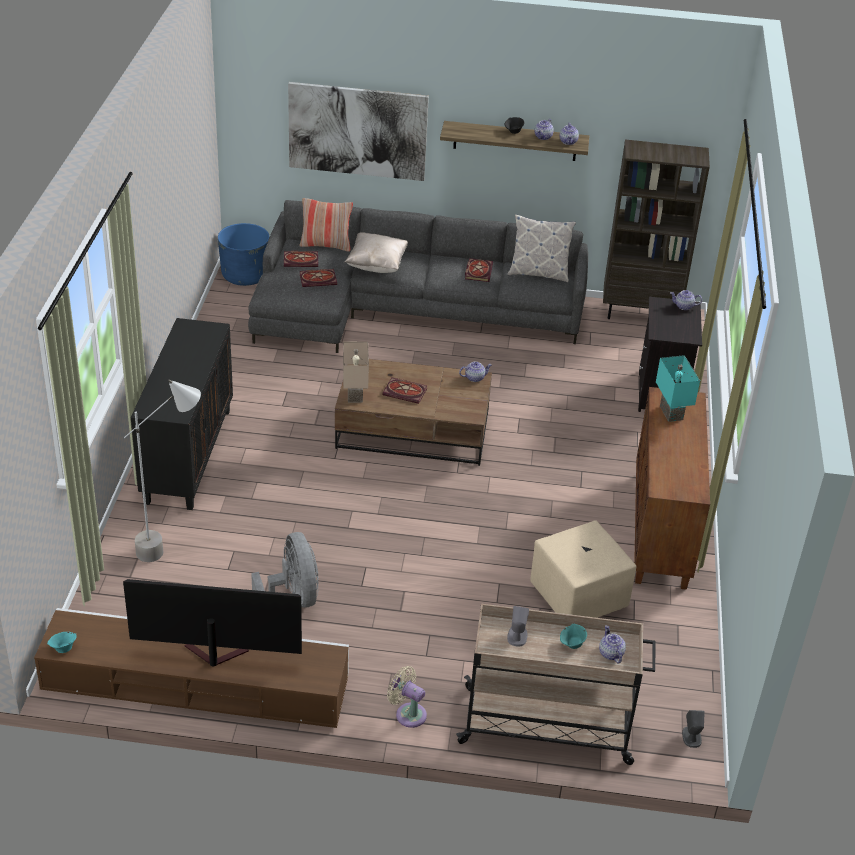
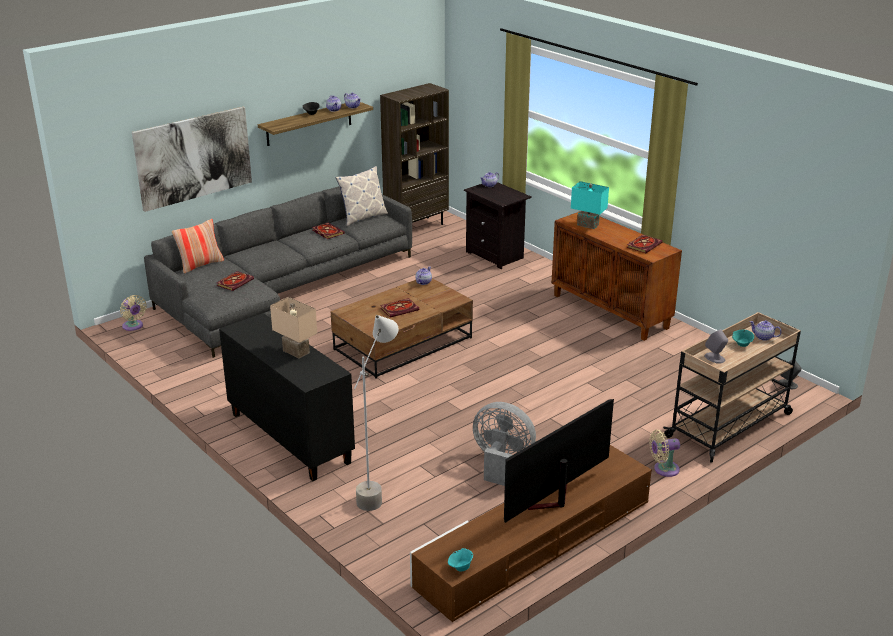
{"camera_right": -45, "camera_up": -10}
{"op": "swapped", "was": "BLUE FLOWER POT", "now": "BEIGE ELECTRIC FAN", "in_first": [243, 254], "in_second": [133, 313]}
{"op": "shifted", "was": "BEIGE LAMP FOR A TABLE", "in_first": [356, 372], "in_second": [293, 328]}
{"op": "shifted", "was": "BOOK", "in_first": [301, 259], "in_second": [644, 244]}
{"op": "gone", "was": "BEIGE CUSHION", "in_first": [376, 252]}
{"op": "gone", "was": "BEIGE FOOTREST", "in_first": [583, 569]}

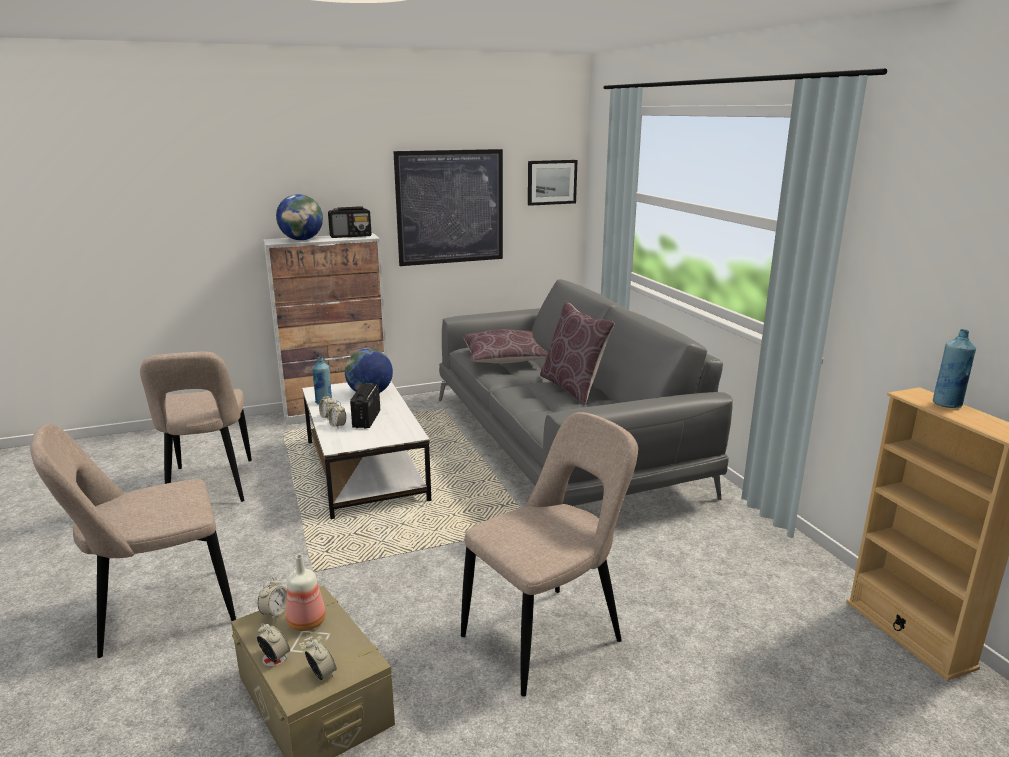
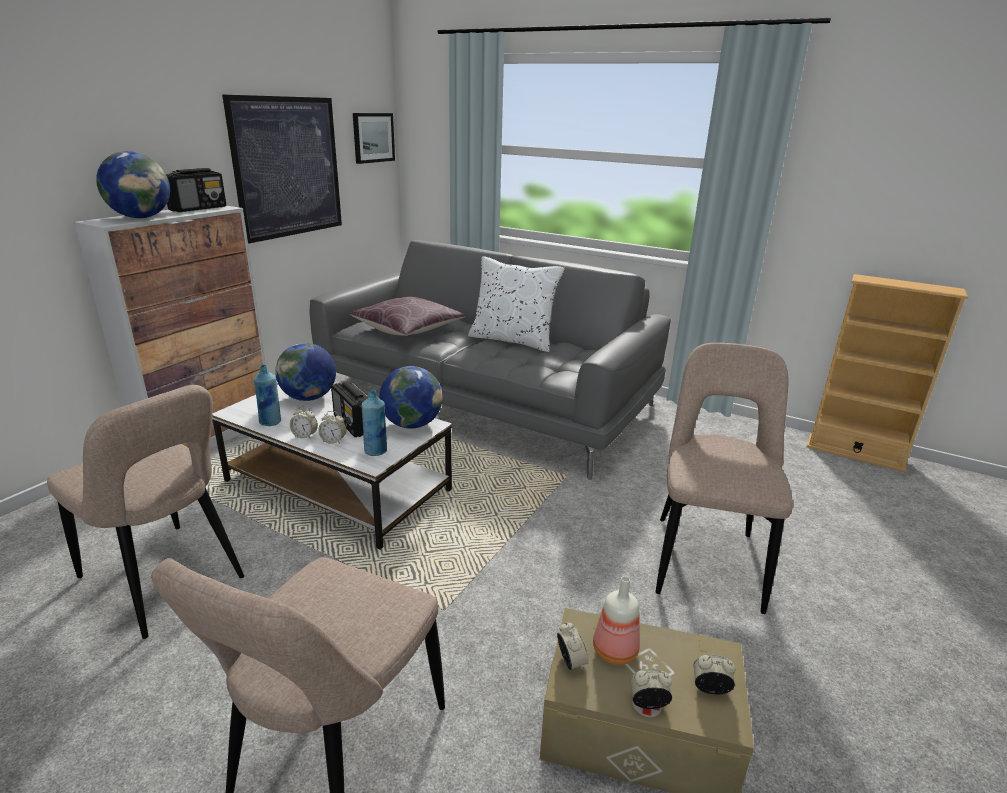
{"camera_right": -40, "camera_up": 5}
{"op": "shifted", "was": "BLUE DRINK BOTTLE", "in_first": [954, 368], "in_second": [374, 423]}
{"op": "new", "now": "DESK GLOBE", "in_second": [411, 397]}
{"op": "repainted", "was": "BROWN-COLOURED CUSHION", "now": "WHITE CUSHION", "in_first": [577, 353], "in_second": [516, 304]}

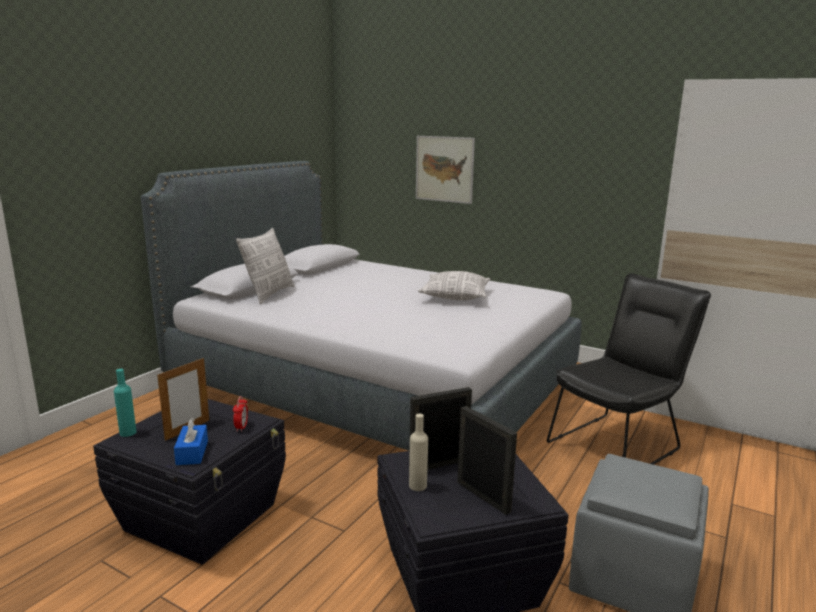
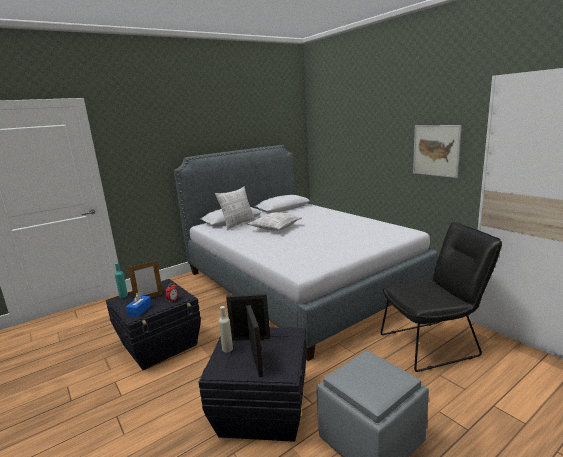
{"camera_right": 25, "camera_up": 0}
{"op": "shifted", "was": "CUSHION", "in_first": [454, 285], "in_second": [274, 221]}
{"op": "shifted", "was": "WALL PICTURE", "in_first": [445, 170], "in_second": [437, 151]}

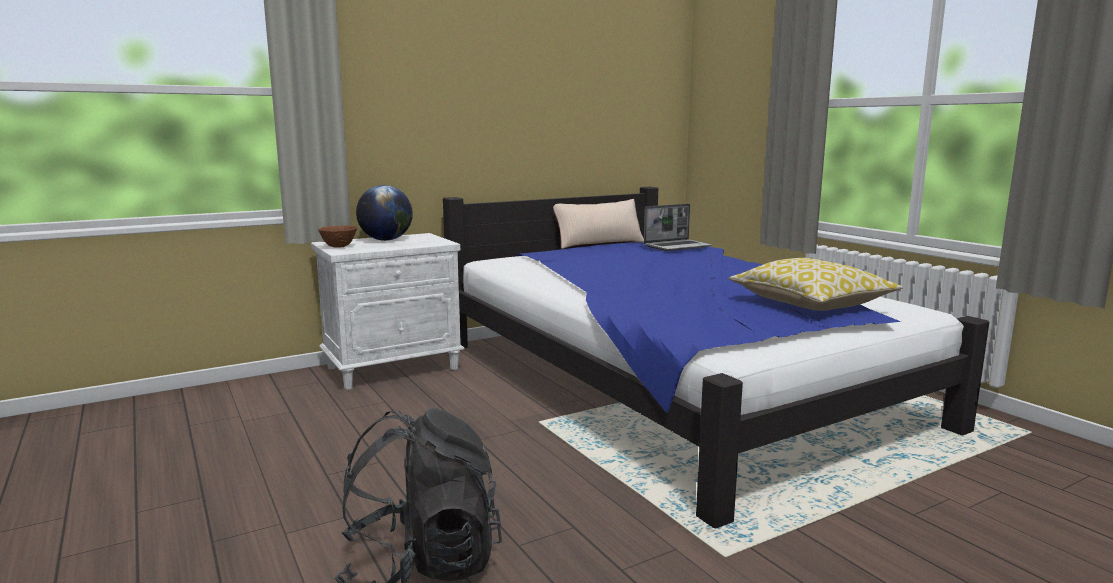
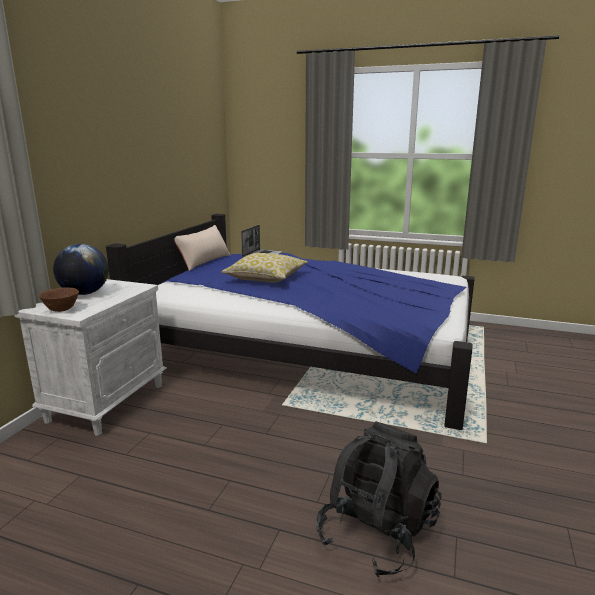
{"camera_right": -40, "camera_up": 5}
{"op": "shifted", "was": "CUSHION", "in_first": [816, 284], "in_second": [264, 267]}

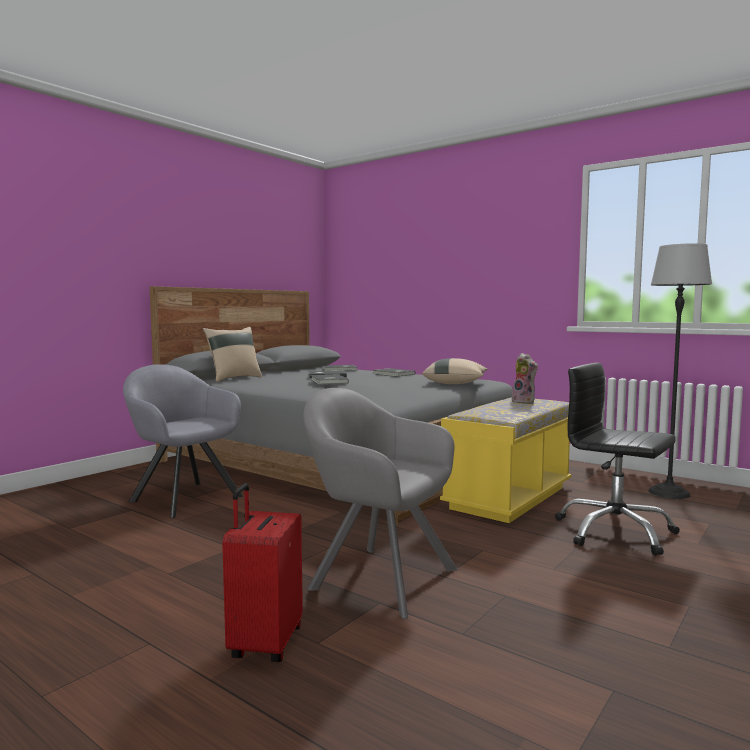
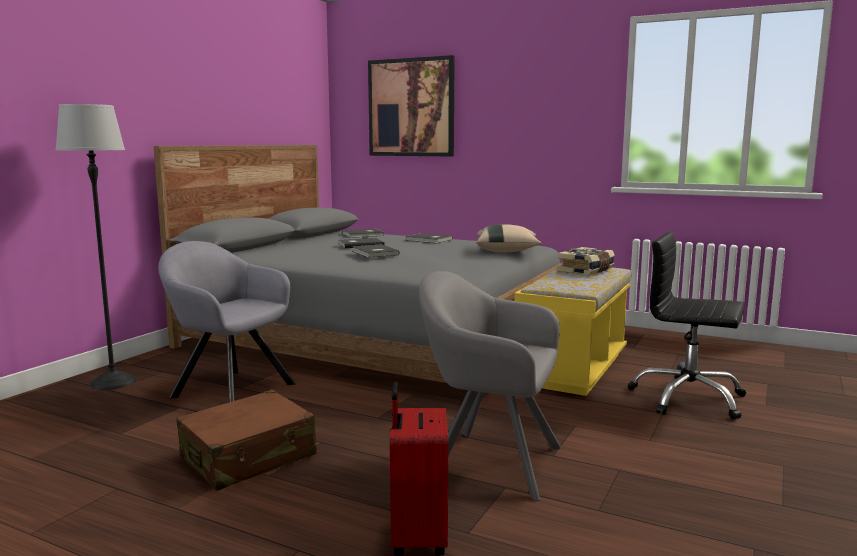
{"camera_right": -10, "camera_up": 5}
{"op": "shifted", "was": "STANDING LAMP", "in_first": [680, 371], "in_second": [96, 247]}
{"op": "new", "now": "BROWN-COLOURED TRAVEL CASE", "in_second": [247, 440]}
{"op": "new", "now": "WALL PICTURE", "in_second": [411, 105]}
{"op": "swapped", "was": "SOFT TOY", "now": "BOOK", "in_first": [525, 378], "in_second": [586, 261]}
{"op": "gone", "was": "BEIGE CUSHION", "in_first": [232, 354]}

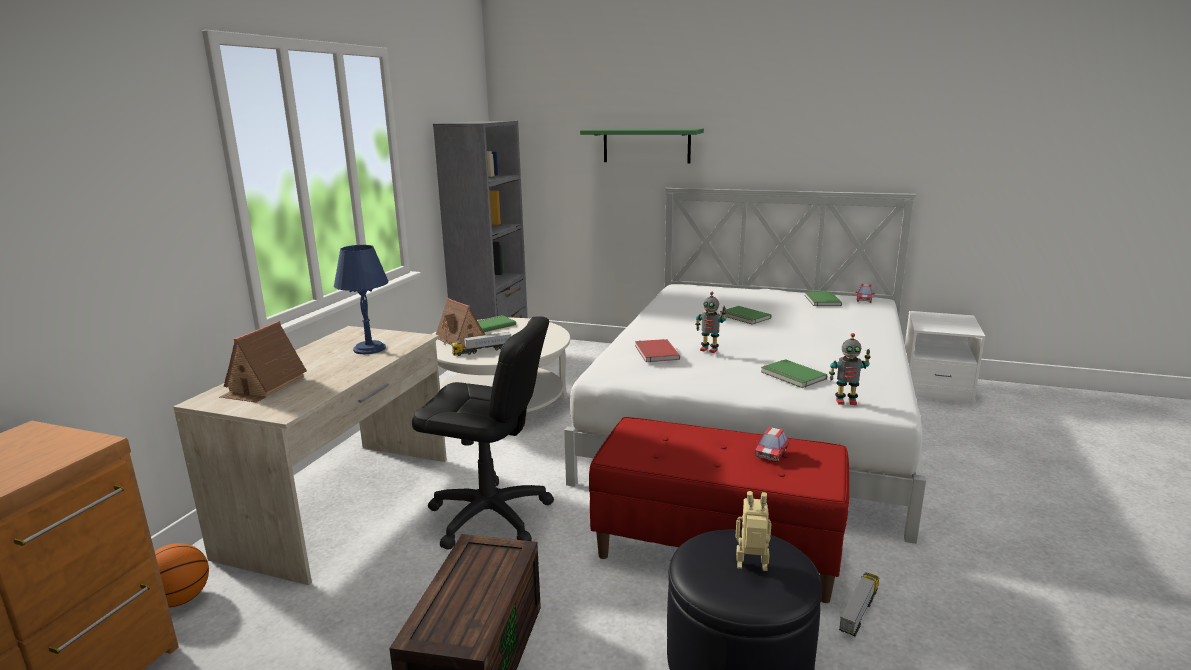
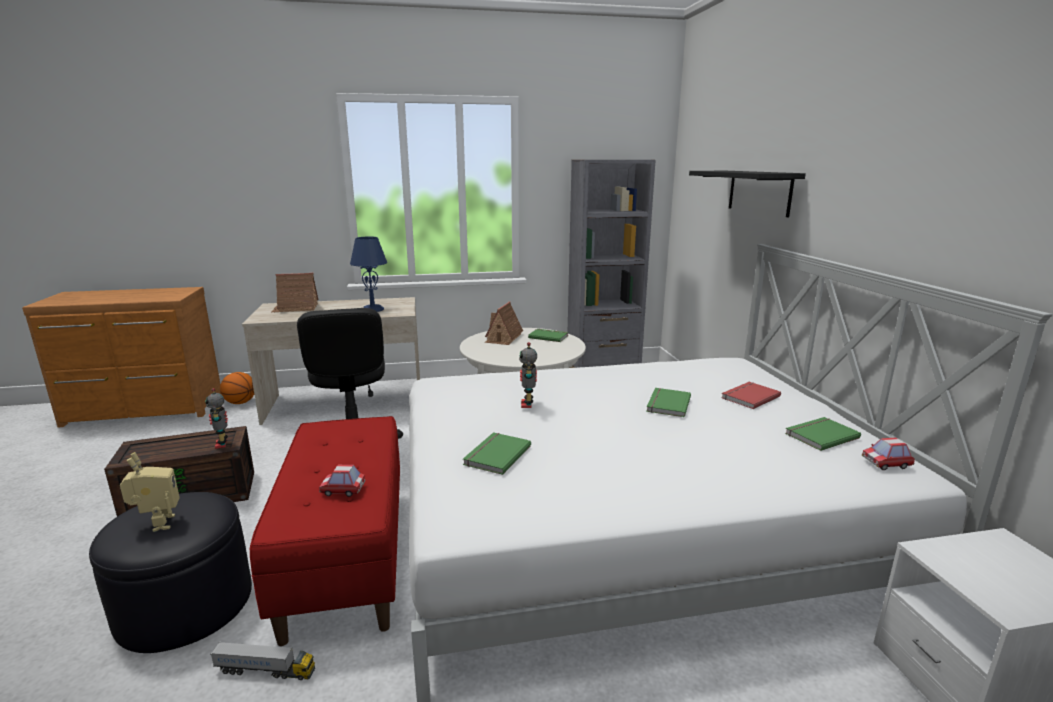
{"camera_right": 60, "camera_up": 0}
{"op": "shifted", "was": "MODEL ROBOT", "in_first": [850, 369], "in_second": [216, 418]}
{"op": "repainted", "was": "GREEN WALL SHELF", "now": "BLACKISH WALL SHELF", "in_first": [642, 145], "in_second": [747, 194]}
{"op": "shifted", "was": "REDDISH BOOK", "in_first": [657, 350], "in_second": [751, 395]}
{"op": "gone", "was": "MODEL TRUCK", "in_first": [481, 344]}

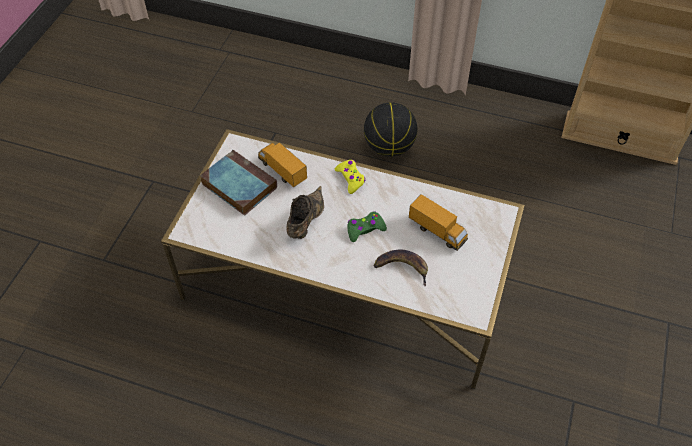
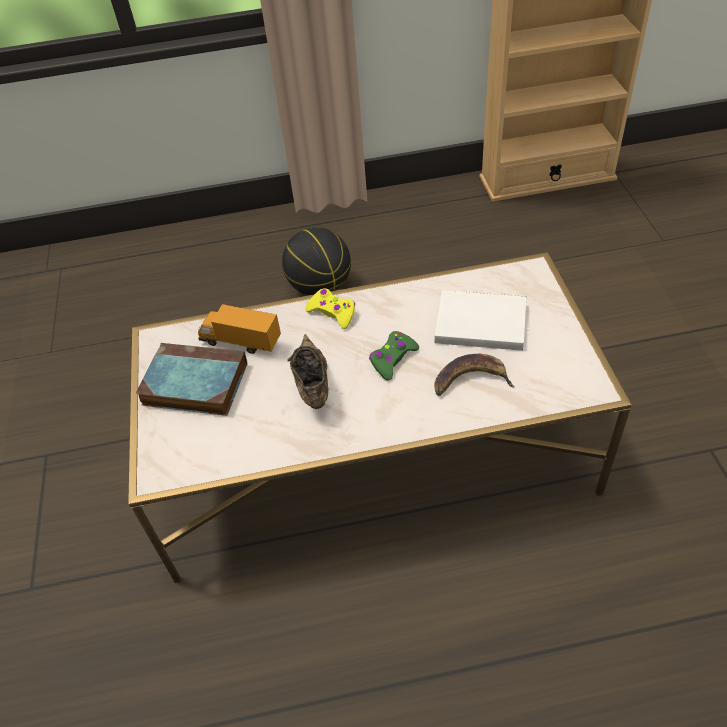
{"camera_right": -25, "camera_up": -5}
{"op": "swapped", "was": "MODEL TRUCK", "now": "WHITE BOOK", "in_first": [438, 222], "in_second": [480, 320]}

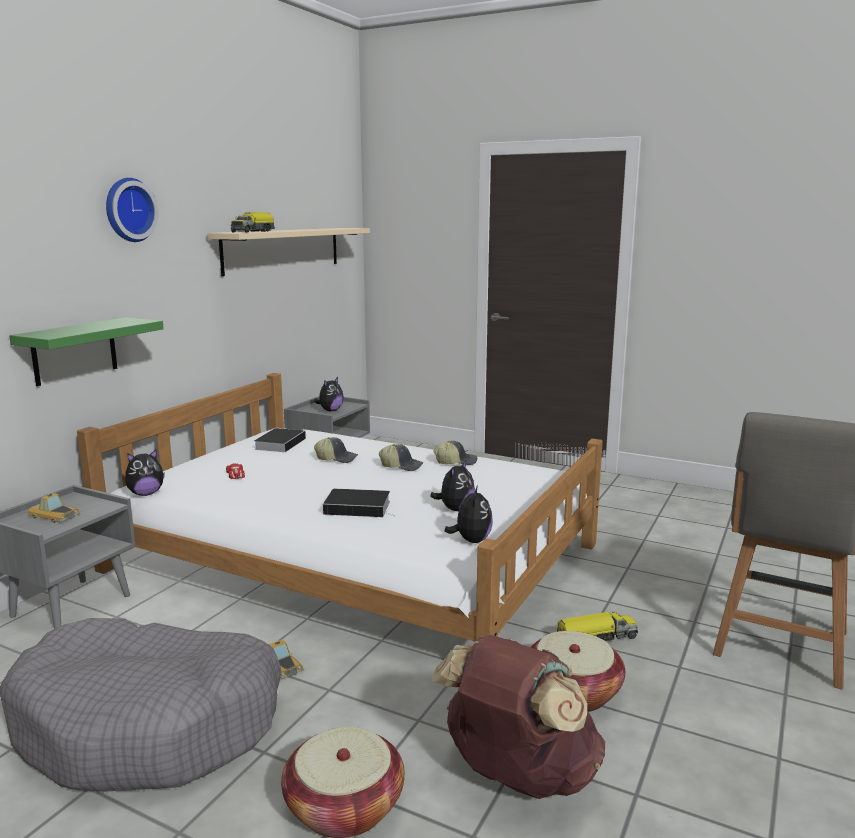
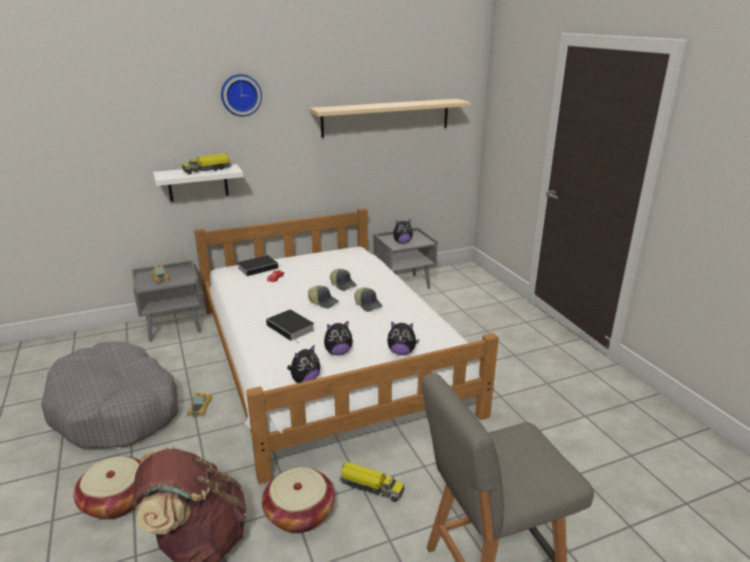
{"camera_right": 40, "camera_up": 10}
{"op": "repainted", "was": "GREEN WALL SHELF", "now": "WHITE WALL SHELF", "in_first": [86, 351], "in_second": [198, 183]}
{"op": "shifted", "was": "MODEL TRUCK", "in_first": [252, 222], "in_second": [206, 164]}
{"op": "shifted", "was": "BOOK", "in_first": [280, 440], "in_second": [258, 265]}
{"op": "shifted", "was": "CAP", "in_first": [455, 452], "in_second": [323, 297]}
{"op": "shifted", "was": "SOFT TOY", "in_first": [145, 473], "in_second": [403, 338]}

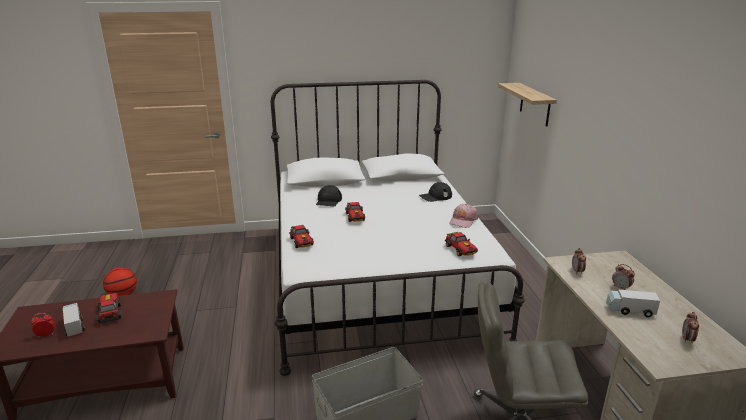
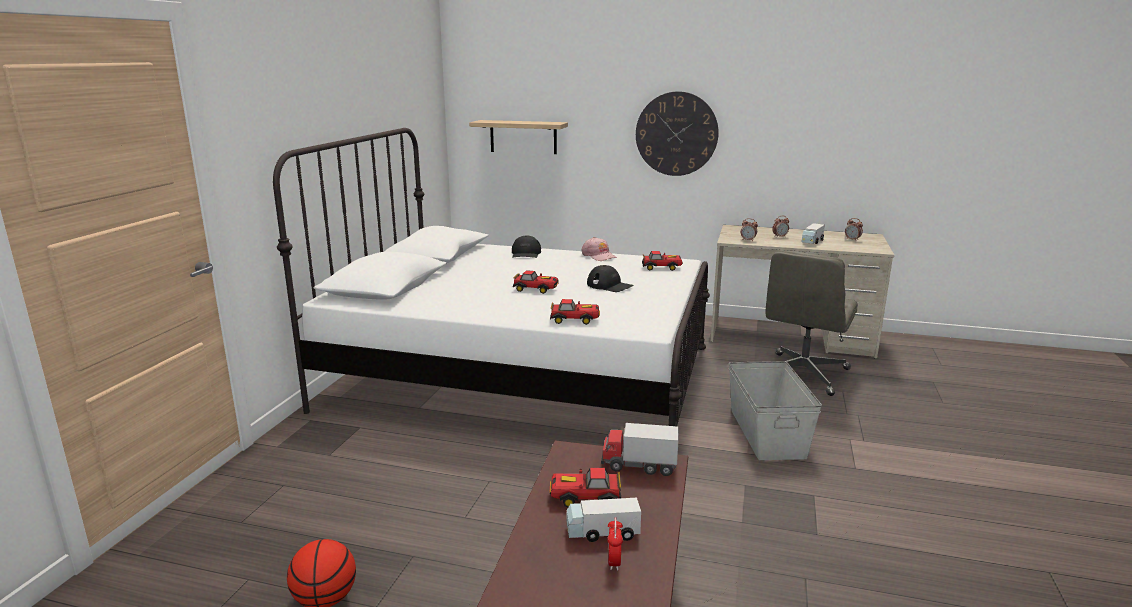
{"camera_right": -65, "camera_up": -5}
{"op": "shifted", "was": "BLACKISH CAP", "in_first": [329, 195], "in_second": [610, 278]}
{"op": "new", "now": "MODEL TRUCK", "in_second": [640, 449]}
{"op": "new", "now": "WALL CLOCK", "in_second": [677, 133]}

